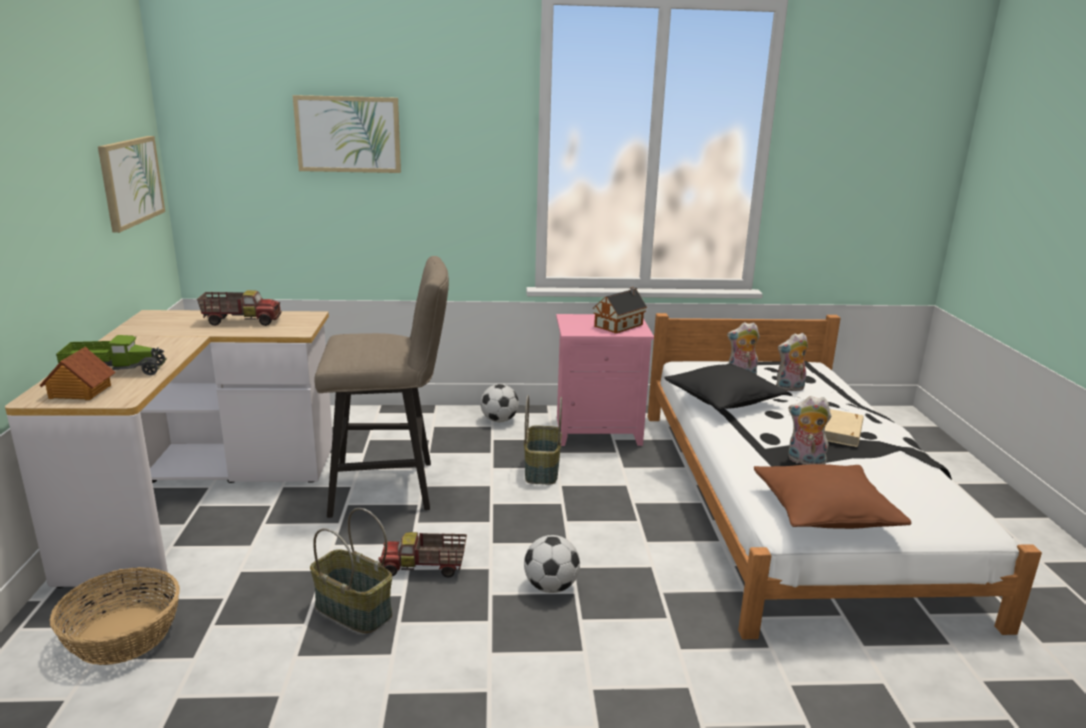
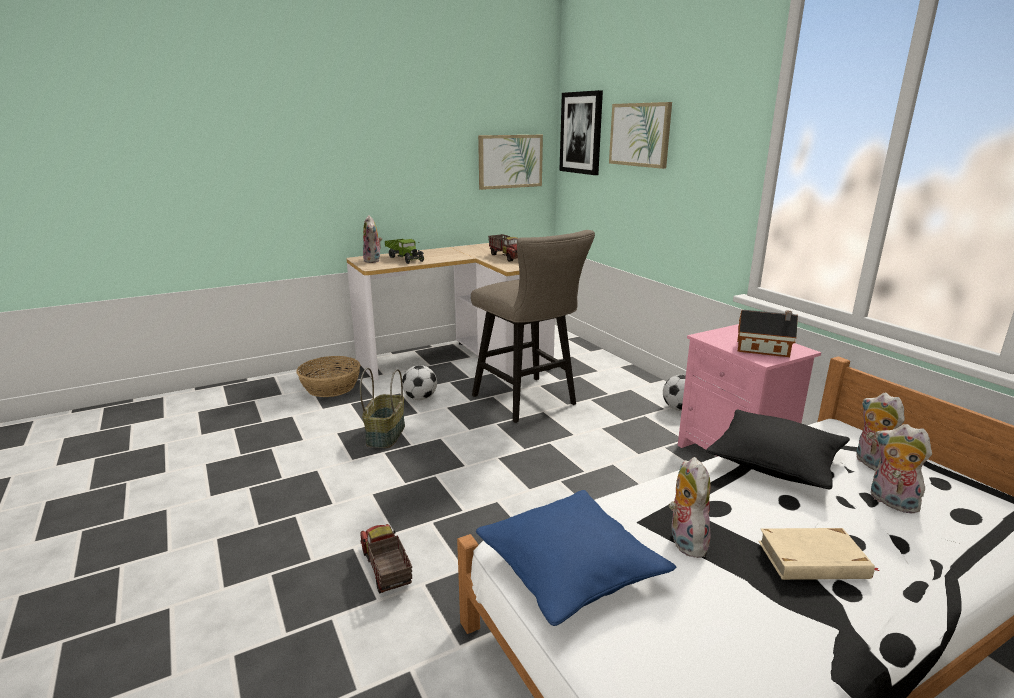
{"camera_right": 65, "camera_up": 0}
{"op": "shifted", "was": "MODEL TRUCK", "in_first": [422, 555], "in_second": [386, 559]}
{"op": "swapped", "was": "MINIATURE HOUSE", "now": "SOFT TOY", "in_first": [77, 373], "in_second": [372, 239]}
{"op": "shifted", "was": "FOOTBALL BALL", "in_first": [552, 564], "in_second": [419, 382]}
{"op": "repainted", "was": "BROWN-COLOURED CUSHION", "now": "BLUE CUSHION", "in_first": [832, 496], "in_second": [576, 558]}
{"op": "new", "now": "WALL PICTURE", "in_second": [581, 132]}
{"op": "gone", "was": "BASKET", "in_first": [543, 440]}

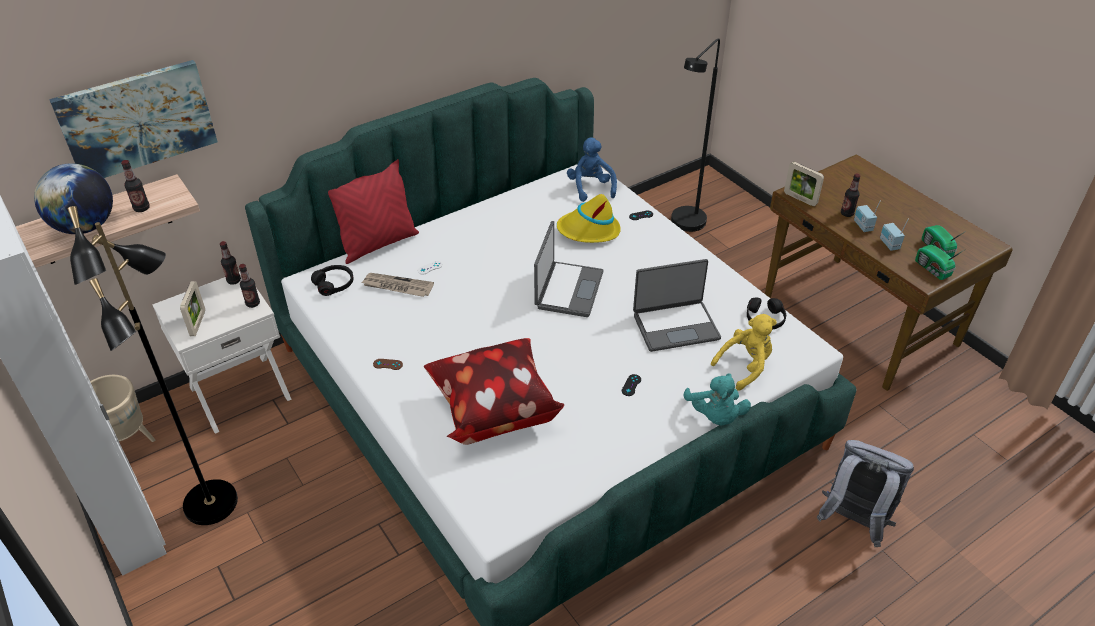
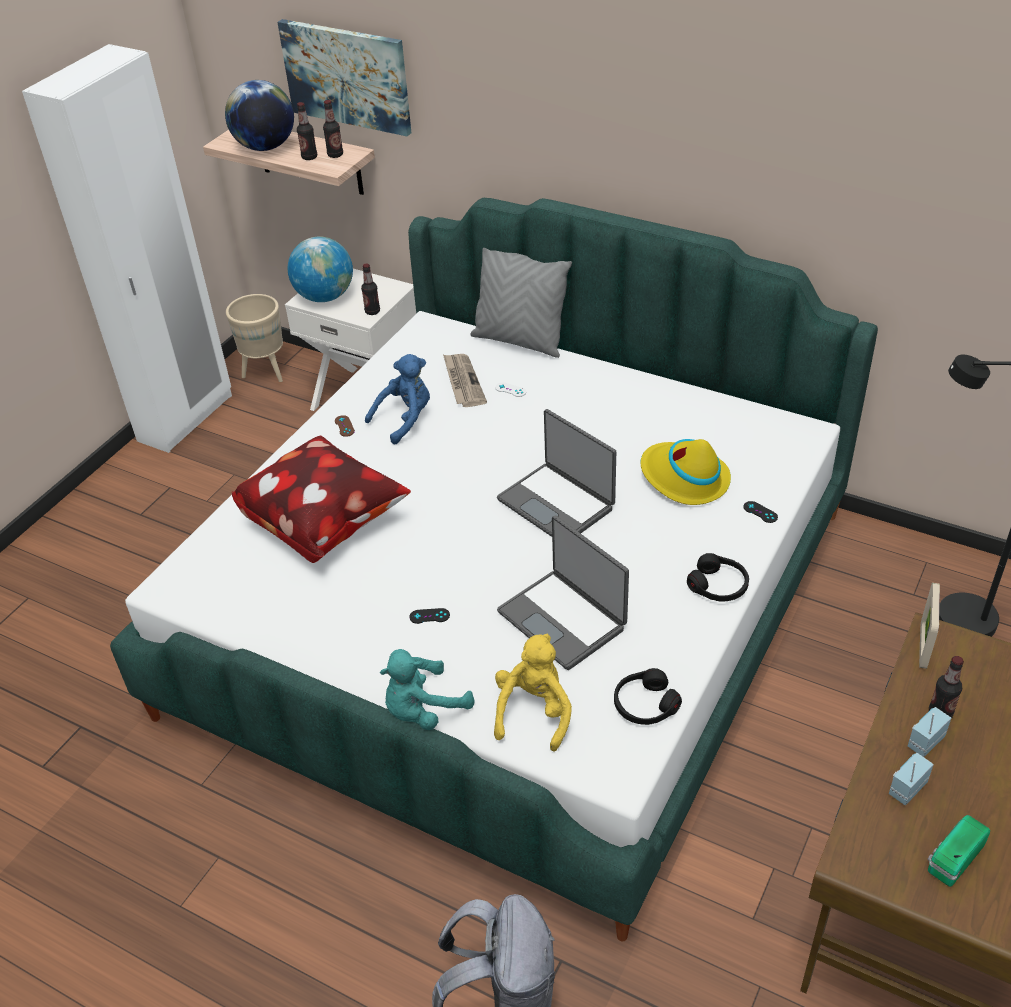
{"camera_right": 65, "camera_up": 0}
{"op": "swapped", "was": "PICTURE FRAME", "now": "DESK GLOBE", "in_first": [192, 308], "in_second": [320, 269]}
{"op": "shifted", "was": "DRINK BOTTLE", "in_first": [230, 263], "in_second": [333, 129]}
{"op": "shifted", "was": "BLUE SOFT TOY", "in_first": [592, 169], "in_second": [397, 399]}
{"op": "repainted", "was": "REDDISH CUSHION", "now": "GREYISH CUSHION", "in_first": [373, 211], "in_second": [521, 303]}
{"op": "rotated", "was": "YELLOW SOFT TOY", "in_first": [744, 352], "in_second": [533, 692], "clockwise": -105}
{"op": "rotated", "was": "NOTEBOOK COMPUTER", "in_first": [569, 269], "in_second": [556, 473], "clockwise": 60}
{"op": "shifted", "was": "BLACKISH HEADPHONES", "in_first": [332, 280], "in_second": [718, 577]}
{"op": "gone", "was": "BLACKISH STANDING LAMP", "in_first": [152, 365]}
{"op": "gone", "was": "RADIO", "in_first": [939, 262]}

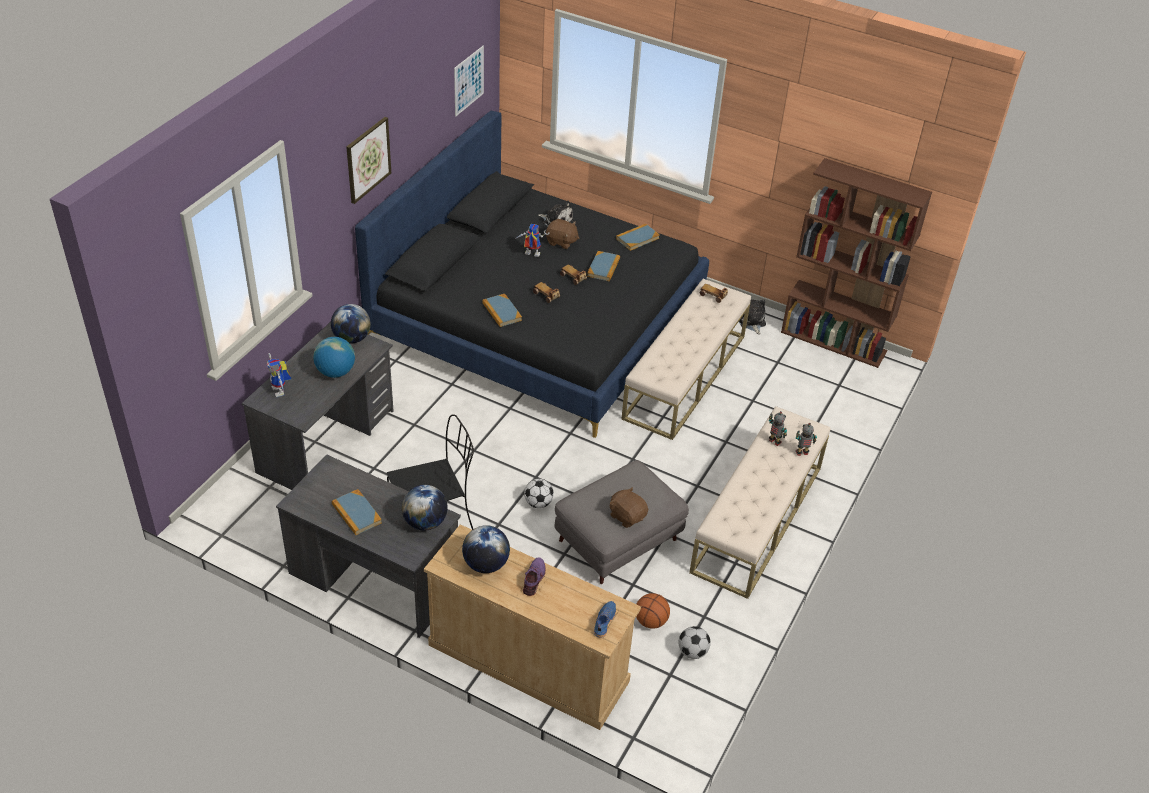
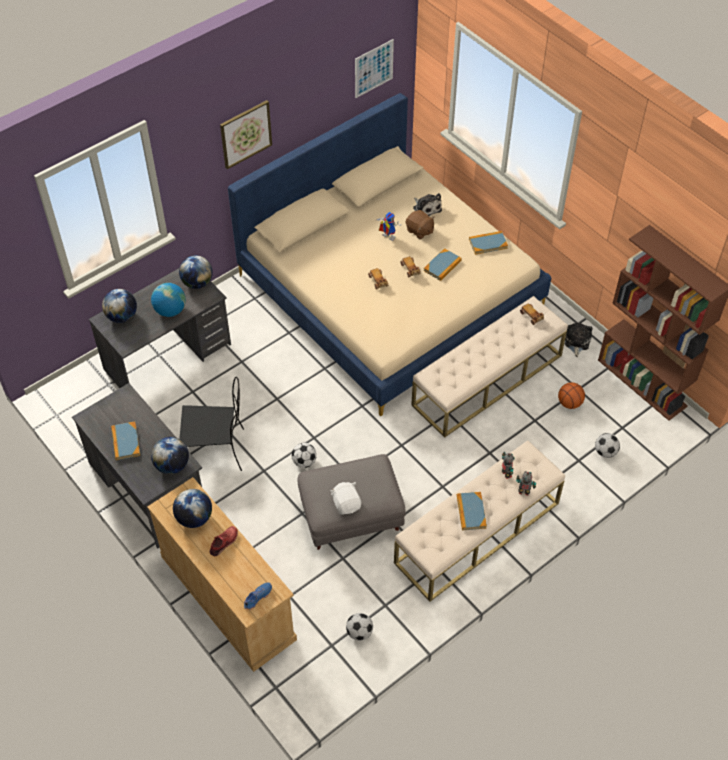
{"camera_right": 25, "camera_up": 10}
{"op": "swapped", "was": "MODEL ROBOT", "now": "DESK GLOBE", "in_first": [279, 375], "in_second": [119, 306]}
{"op": "repainted", "was": "PURPLE LOW SHOE", "now": "REDDISH LOW SHOE", "in_first": [534, 576], "in_second": [224, 541]}
{"op": "repainted", "was": "BLACKISH BED", "now": "BEIGE BED", "in_first": [532, 274], "in_second": [389, 254]}
{"op": "repainted", "was": "BROWN-COLOURED SOFT TOY", "now": "WHITE SOFT TOY", "in_first": [629, 507], "in_second": [345, 498]}
{"op": "shifted", "was": "BOOK", "in_first": [502, 310], "in_second": [472, 511]}
{"op": "shifted", "was": "BASKETBALL BALL", "in_first": [653, 611], "in_second": [571, 395]}
{"op": "new", "now": "FOOTBALL BALL", "in_second": [607, 445]}

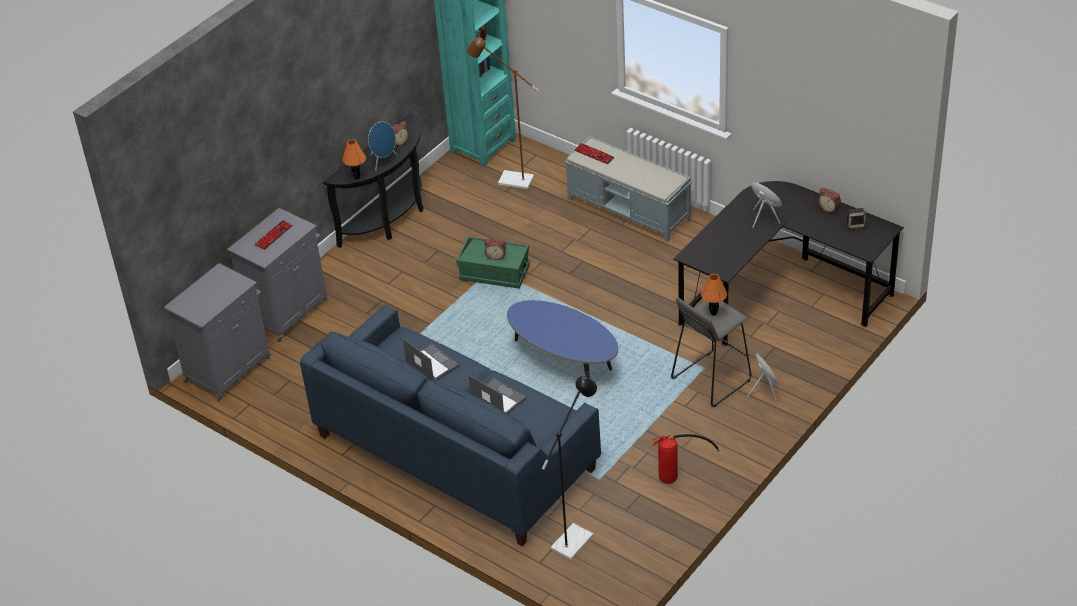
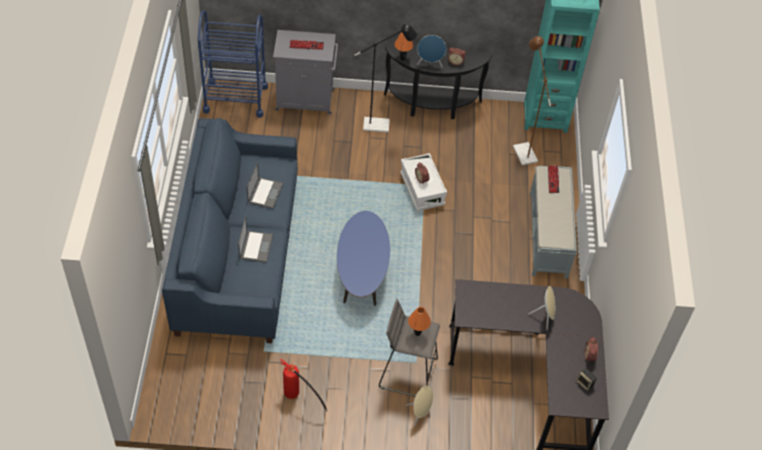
{"camera_right": 50, "camera_up": 10}
{"op": "swapped", "was": "GREYISH CUPBOARD", "now": "BLUE CART", "in_first": [217, 332], "in_second": [233, 64]}
{"op": "shifted", "was": "BLACKISH STANDING LAMP", "in_first": [569, 468], "in_second": [386, 78]}
{"op": "repainted", "was": "GREEN STORAGE CONTAINER", "now": "WHITE STORAGE CONTAINER", "in_first": [493, 262], "in_second": [424, 182]}

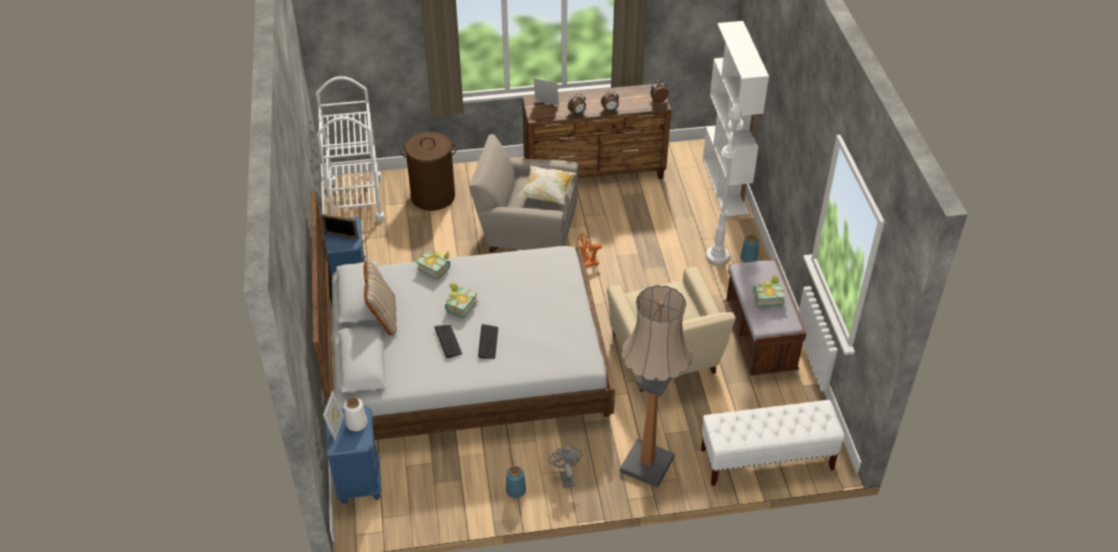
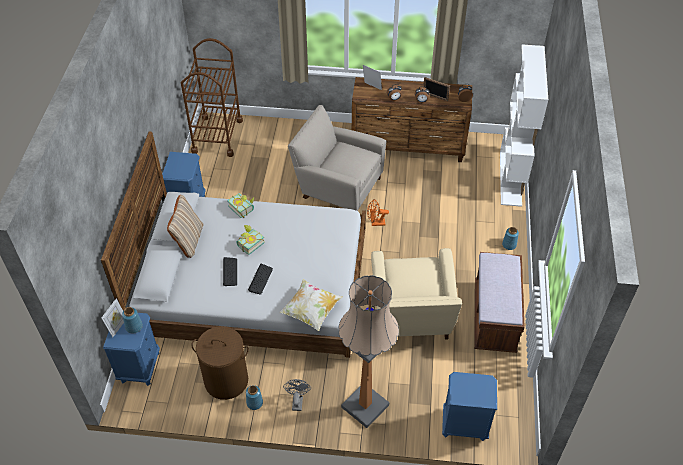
{"camera_right": 15, "camera_up": 5}
{"op": "repainted", "was": "WHITE FLOWER VASE", "now": "BLUE FLOWER VASE", "in_first": [355, 414], "in_second": [132, 320]}
{"op": "repainted", "was": "WHITE CART", "now": "BROWN-COLOURED CART", "in_first": [350, 149], "in_second": [212, 97]}
{"op": "shifted", "was": "BROWN-COLOURED WASHING BASKET", "in_first": [428, 171], "in_second": [220, 363]}
{"op": "shifted", "was": "CUSHION", "in_first": [547, 185], "in_second": [311, 305]}
{"op": "shifted", "was": "PICTURE FRAME", "in_first": [339, 226], "in_second": [436, 89]}
{"op": "swapped", "was": "WHITE LONG SEAT", "now": "BLUE NIGHTSTAND", "in_first": [772, 443], "in_second": [469, 406]}
{"op": "gone", "was": "WHITE STANDING LAMP", "in_first": [725, 183]}
{"op": "gone", "was": "BOOK", "in_first": [769, 291]}

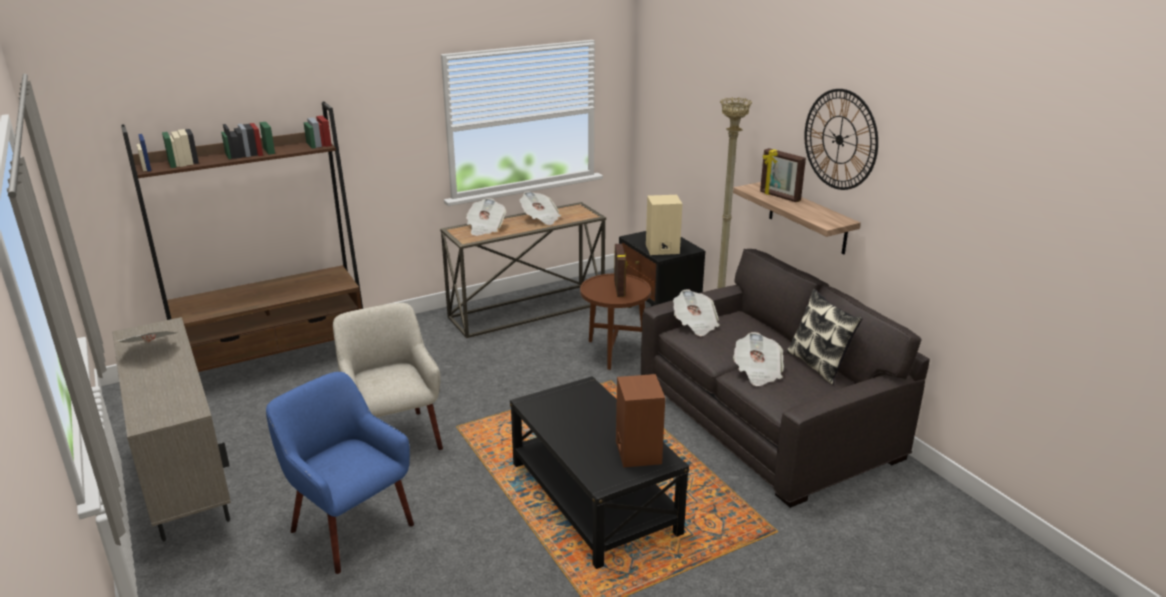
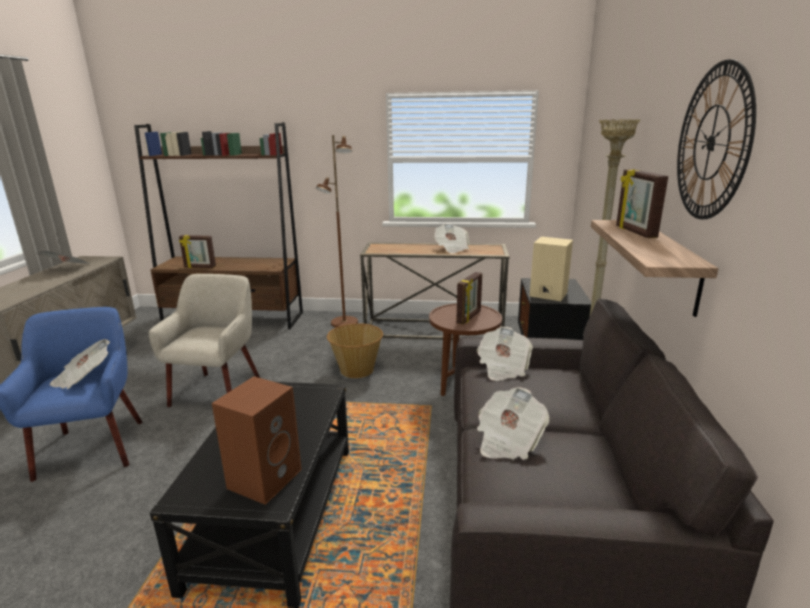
{"camera_right": 35, "camera_up": -5}
{"op": "shifted", "was": "PRINTED PAPER", "in_first": [486, 217], "in_second": [80, 364]}
{"op": "new", "now": "PICTURE FRAME", "in_second": [197, 251]}
{"op": "new", "now": "BROWN-COLOURED STANDING LAMP", "in_second": [337, 231]}
{"op": "new", "now": "BASKET", "in_second": [355, 350]}
{"op": "gone", "was": "CUSHION", "in_first": [825, 337]}

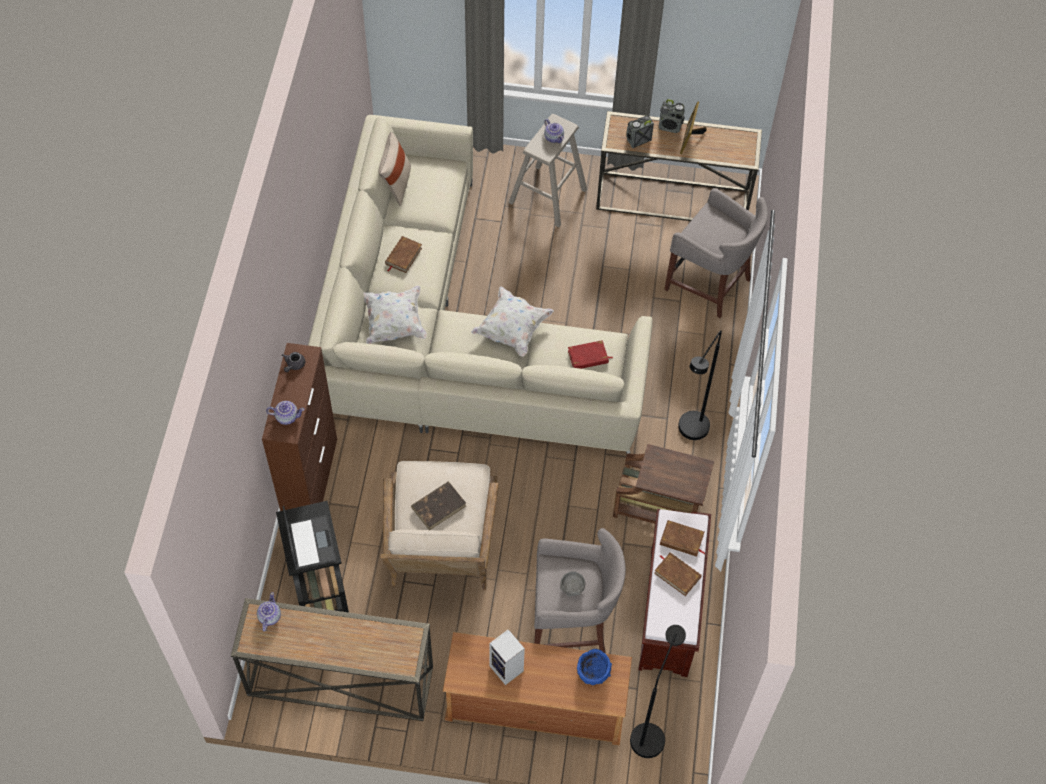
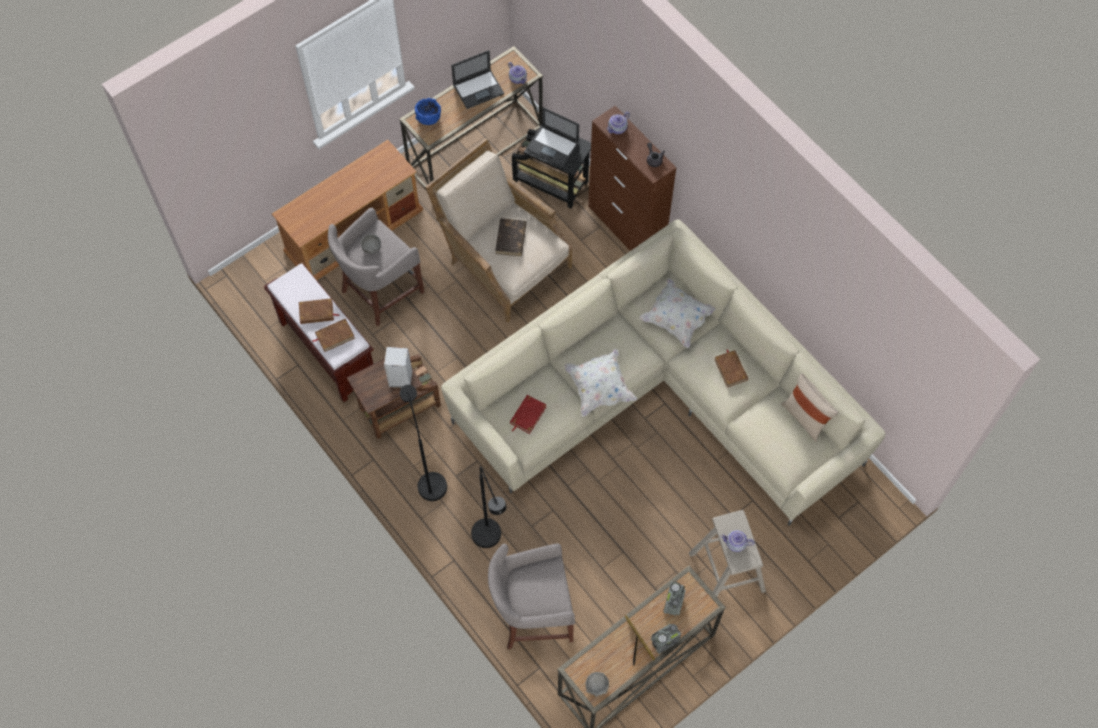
{"camera_right": 135, "camera_up": 5}
{"op": "shifted", "was": "AUDIO SPEAKER", "in_first": [507, 657], "in_second": [398, 367]}
{"op": "shifted", "was": "BLUE DEEP DISH", "in_first": [594, 667], "in_second": [428, 111]}
{"op": "new", "now": "NOTEBOOK COMPUTER", "in_second": [477, 79]}
{"op": "shifted", "was": "BLACKISH STANDING LAMP", "in_first": [658, 691], "in_second": [488, 507]}
{"op": "new", "now": "GREYISH DEEP DISH", "in_second": [597, 684]}

